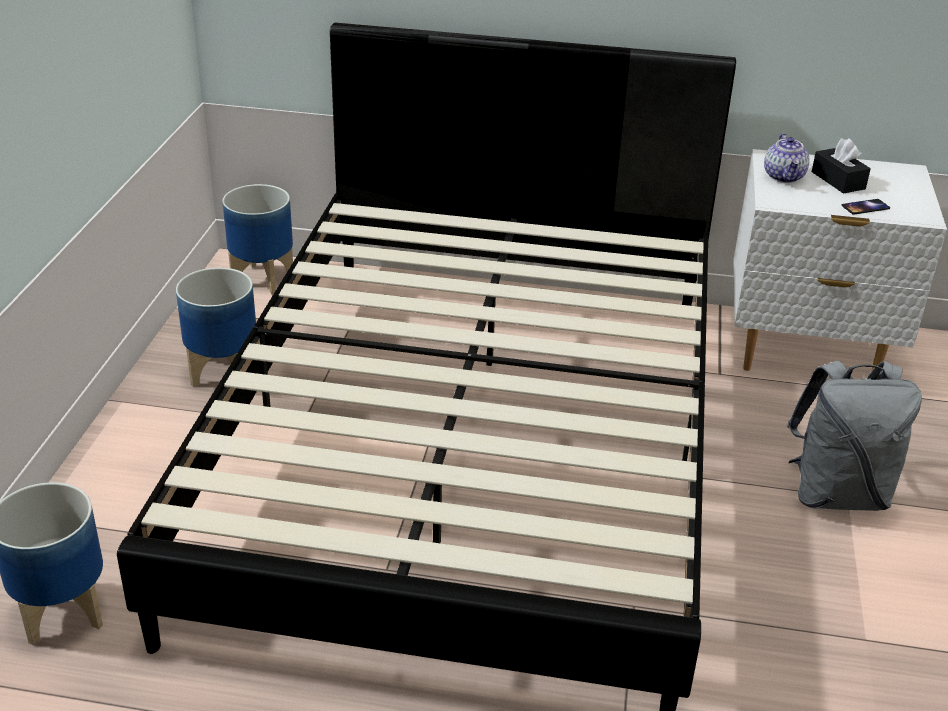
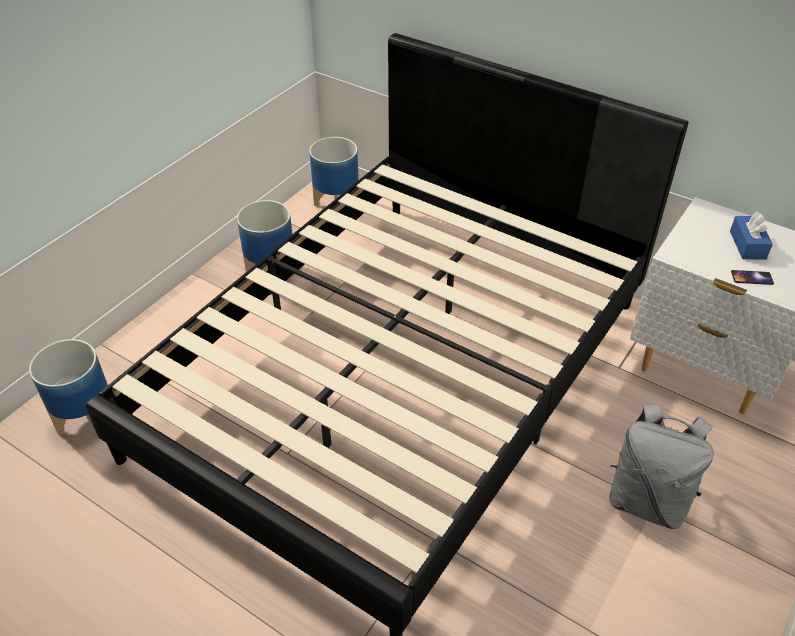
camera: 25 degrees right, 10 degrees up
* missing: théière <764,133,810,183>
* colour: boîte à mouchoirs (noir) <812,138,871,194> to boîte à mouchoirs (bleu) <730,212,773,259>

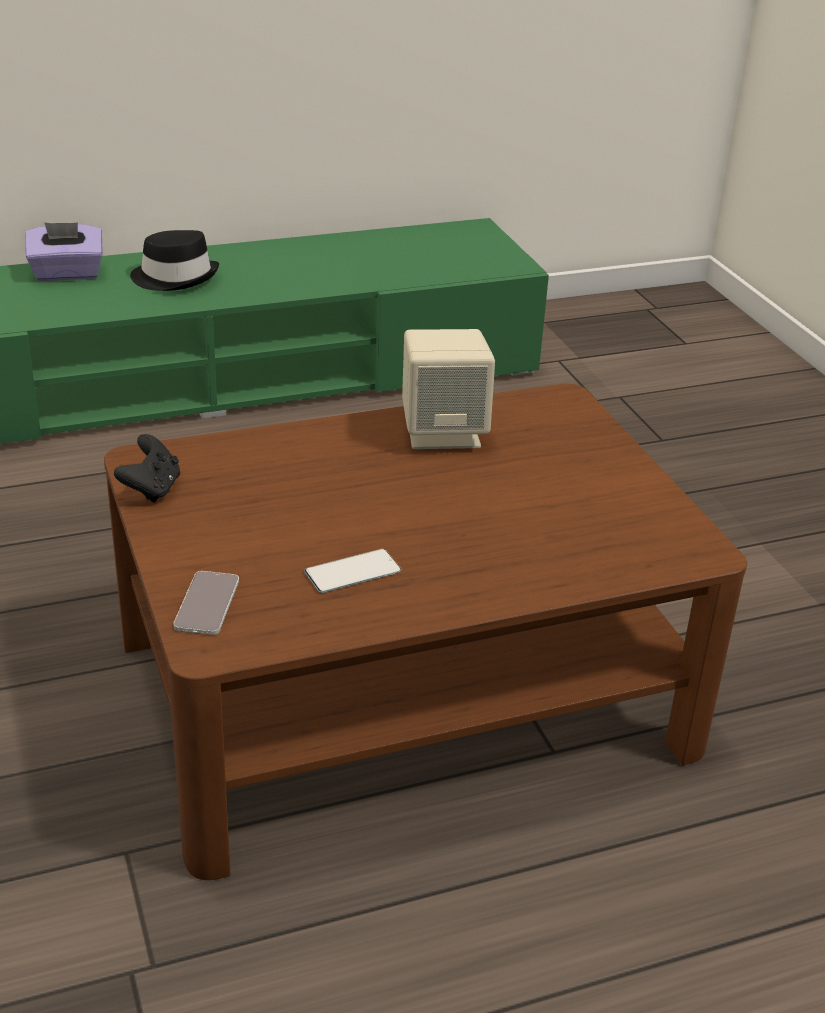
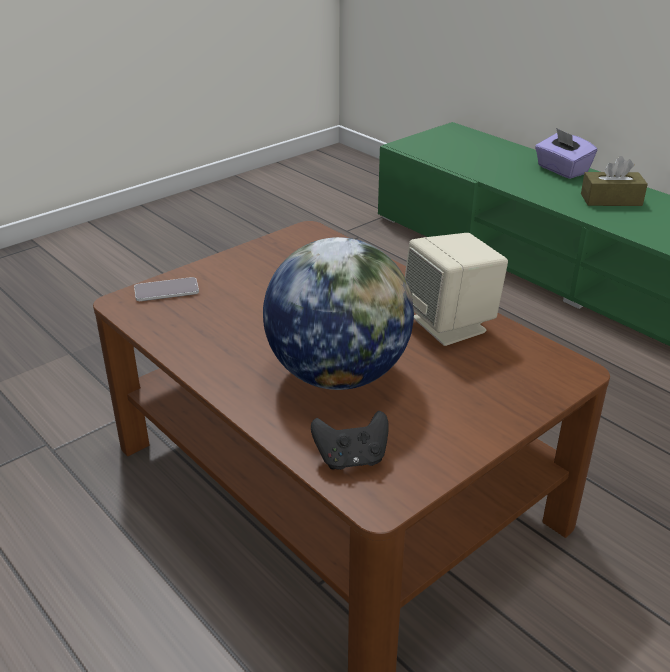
camera: 70 degrees right, 0 degrees up
* relocated: manette (noir) <114,434,180,503> to <311,411,389,470>
* exchanged: chapeau (noir) <130,230,219,291> to boîte à mouchoirs (marron) <581,156,648,206>
* missing: téléphone <304,549,401,593>
* appeared: globe <263,237,414,390>

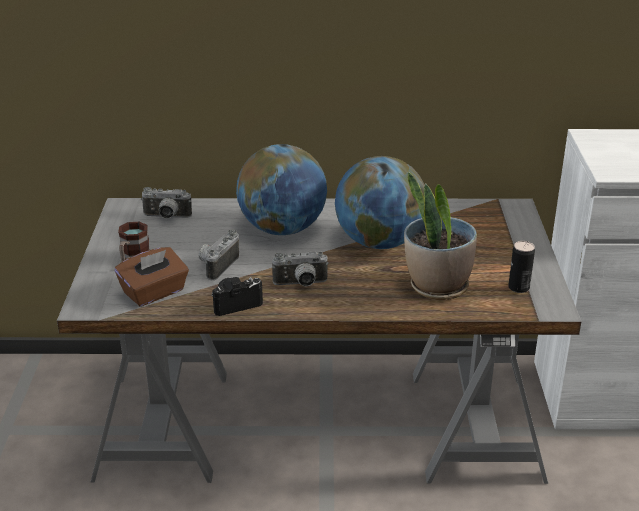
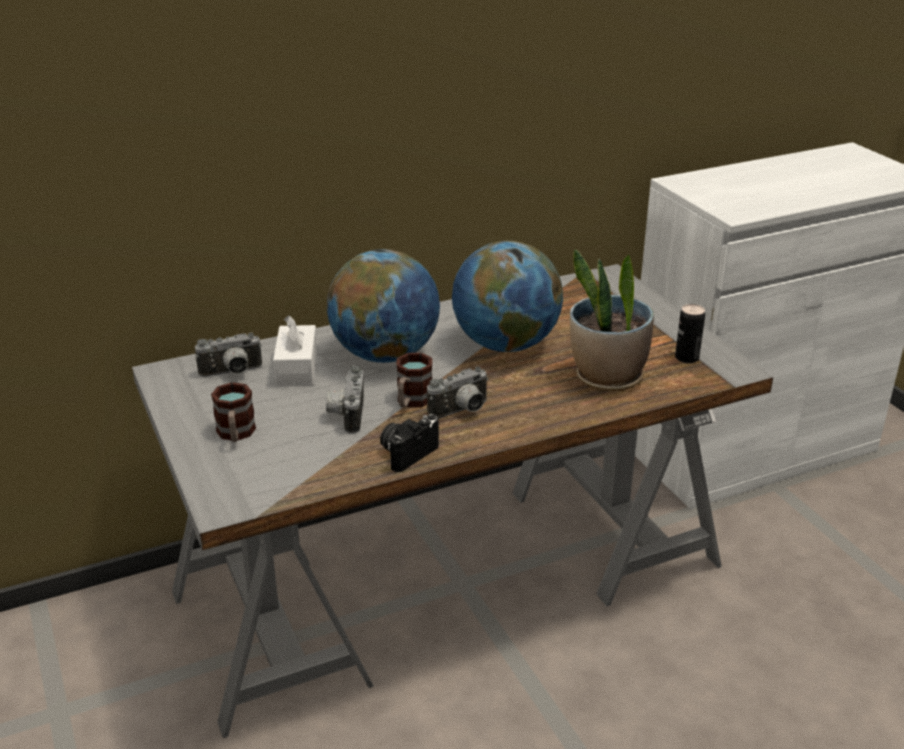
camera: 25 degrees left, 0 degrees up
* missing: boîte à mouchoirs (marron) <115,247,189,306>
* appeared: boîte à mouchoirs (blanc) <273,315,317,386>
* appeared: mug <396,353,432,407>

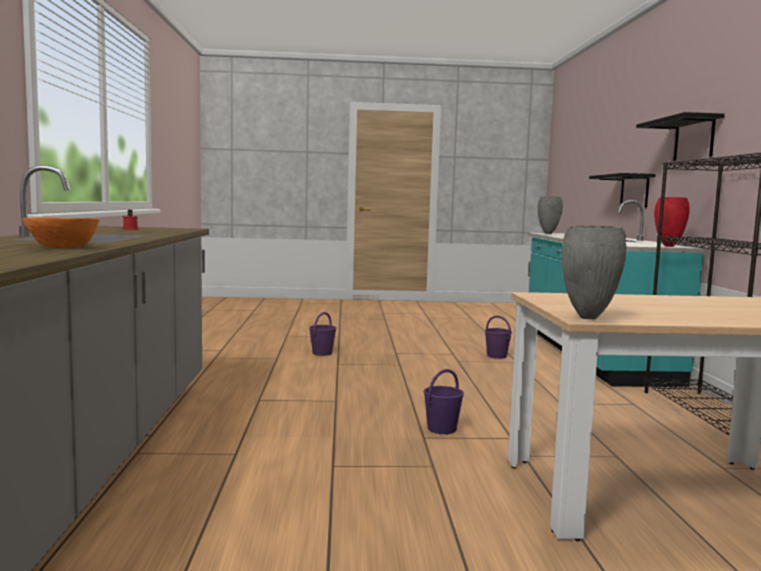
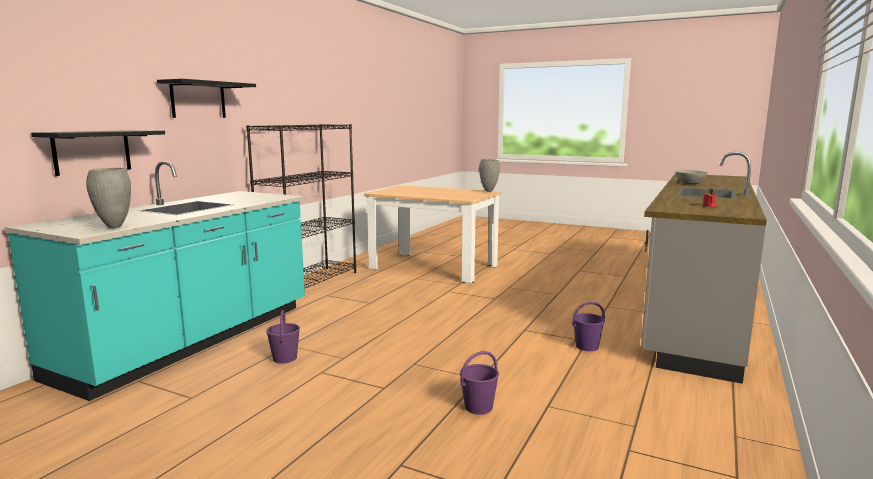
camera: 150 degrees left, 5 degrees up
* colour: bol (orange) <22,217,100,248> to bol (gris) <676,170,708,184>
* relocated: seau (violet) <424,369,464,434> to <572,302,605,351>
* missing: vase (rouge) <654,197,690,247>

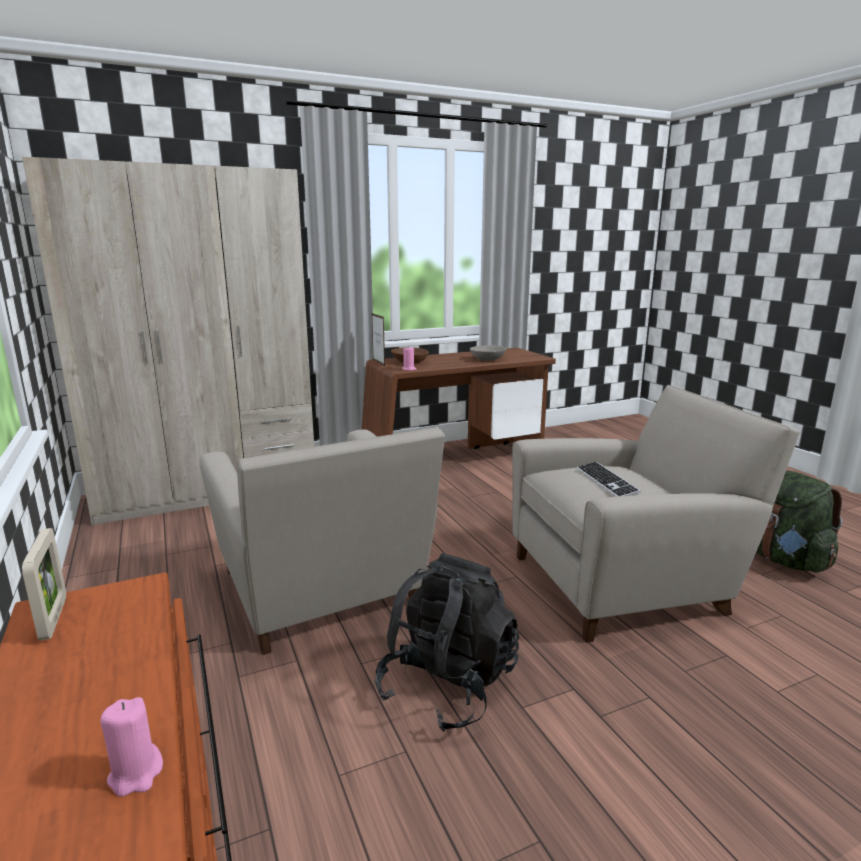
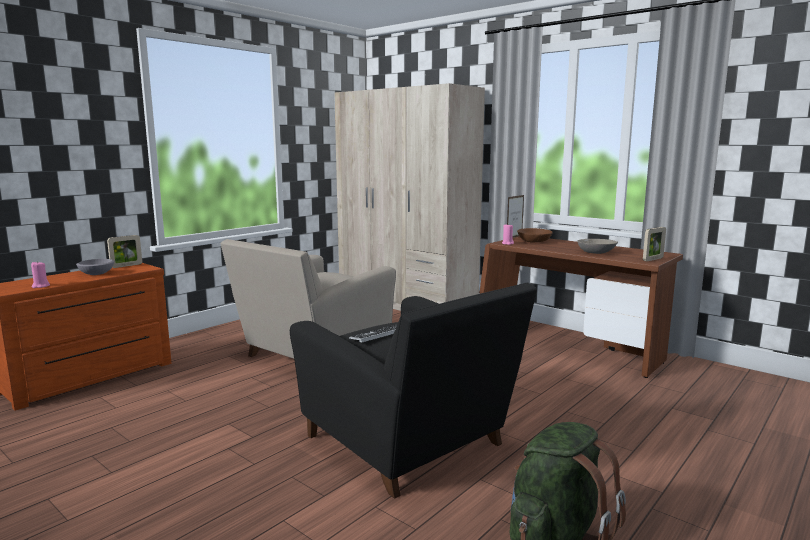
camera: 65 degrees right, 5 degrees down
* missing: sac à dos (noir) <375,553,519,732>
* colour: fauteuil (beige) <512,385,800,643> to fauteuil (noir) <290,282,537,499>
* appeared: bol (gris) <76,259,114,275>
* appeared: cadre photo <643,227,666,261>

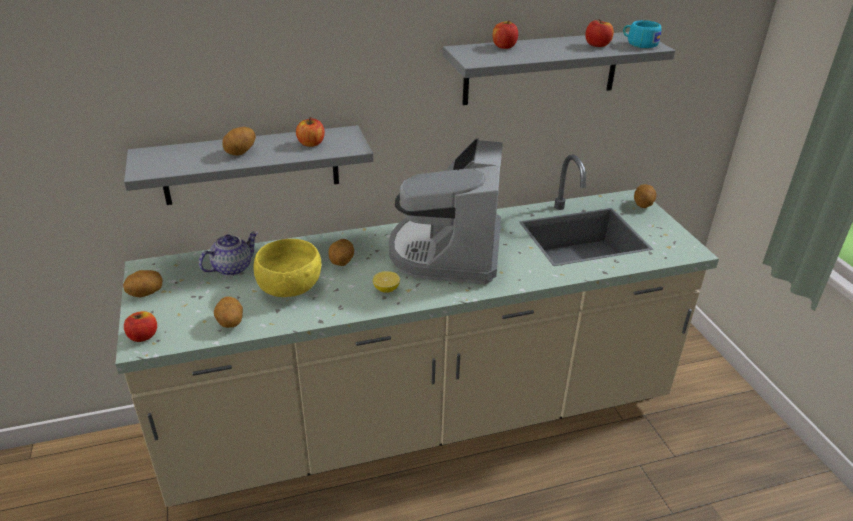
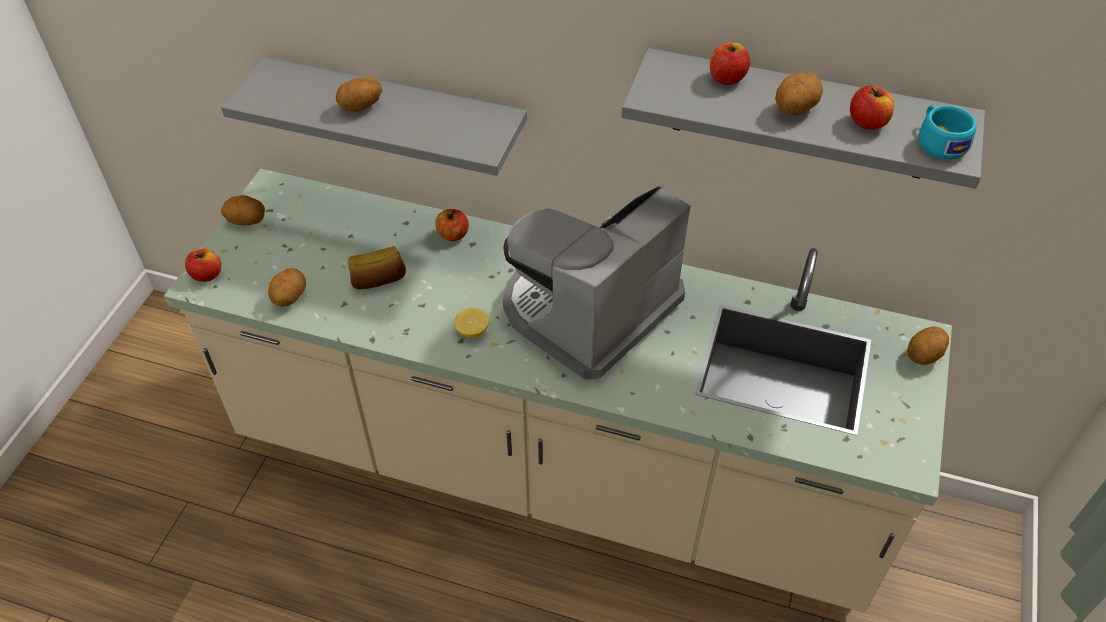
camera: 35 degrees right, 15 degrees up
* missing: théière <199,232,258,276>
* exchanged: bol (jaune) <254,239,321,297> to pain <348,246,406,289>
* relocated: pomme <296,117,325,147> to <435,209,469,241>
* relocated: pomme de terre <329,239,354,266> to <775,72,823,116>

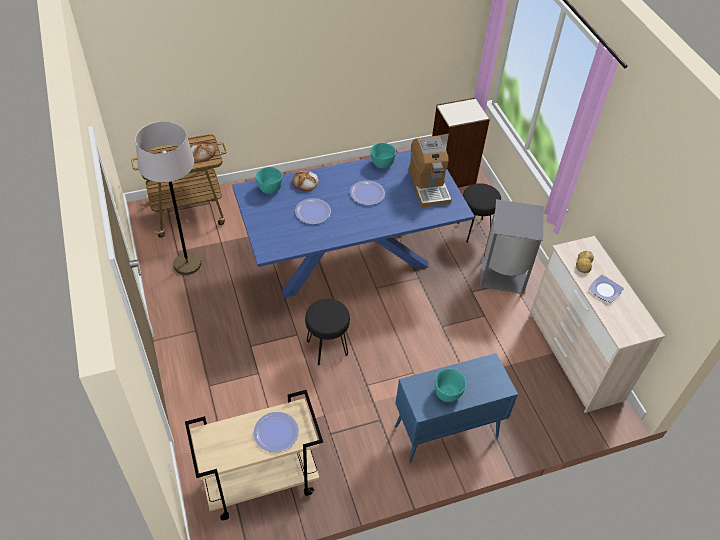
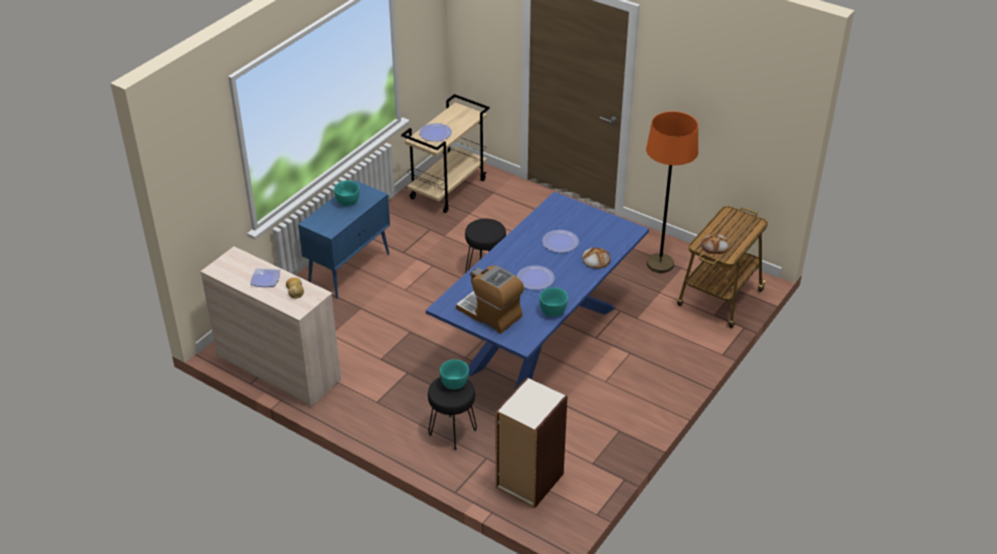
camera: 145 degrees right, 10 degrees down
* colour: lampadaire (gris) <135,121,201,275> to lampadaire (orange) <646,111,698,273>
* relocated: bol (turquoise) <256,167,282,194> to <440,359,469,390>
* missing: poubelle (gris) <480,199,544,294>

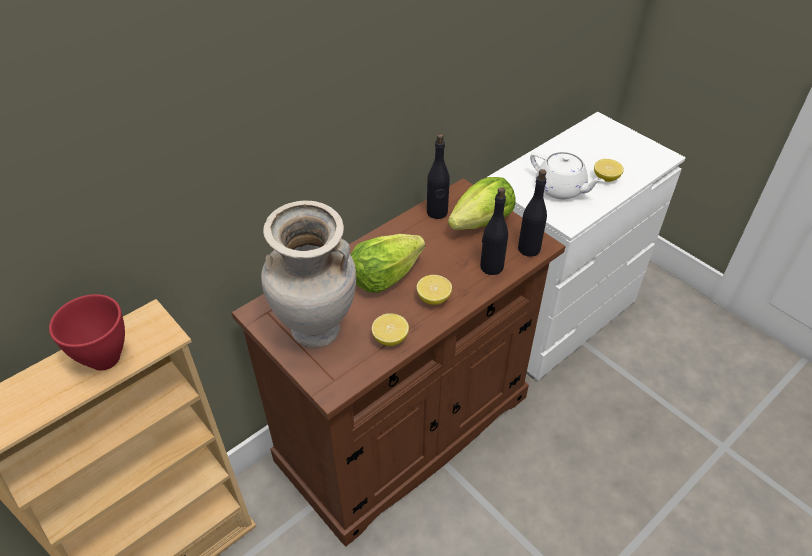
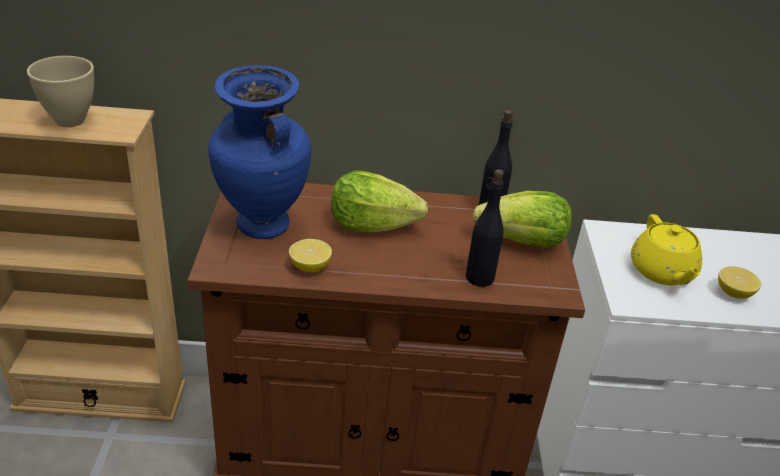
camera: 40 degrees right, 10 degrees down
* colour: bol (rouge) <49,294,125,371> to bol (beige) <27,56,94,127>
* colour: vase (beige) <261,201,356,348> to vase (bleu) <208,65,311,239>
* missing: citron <417,275,452,305>
* missing: bouteille (noir) <518,169,547,257>
* colour: théière (blanc) <530,152,605,199> to théière (jaune) <631,214,702,285>

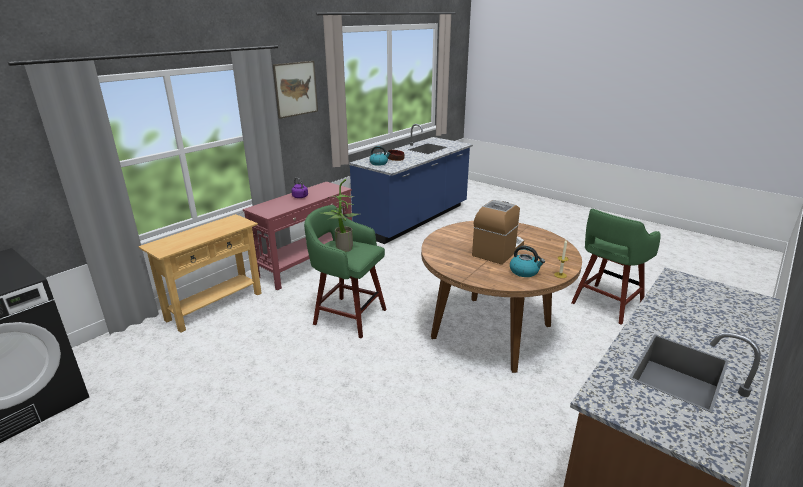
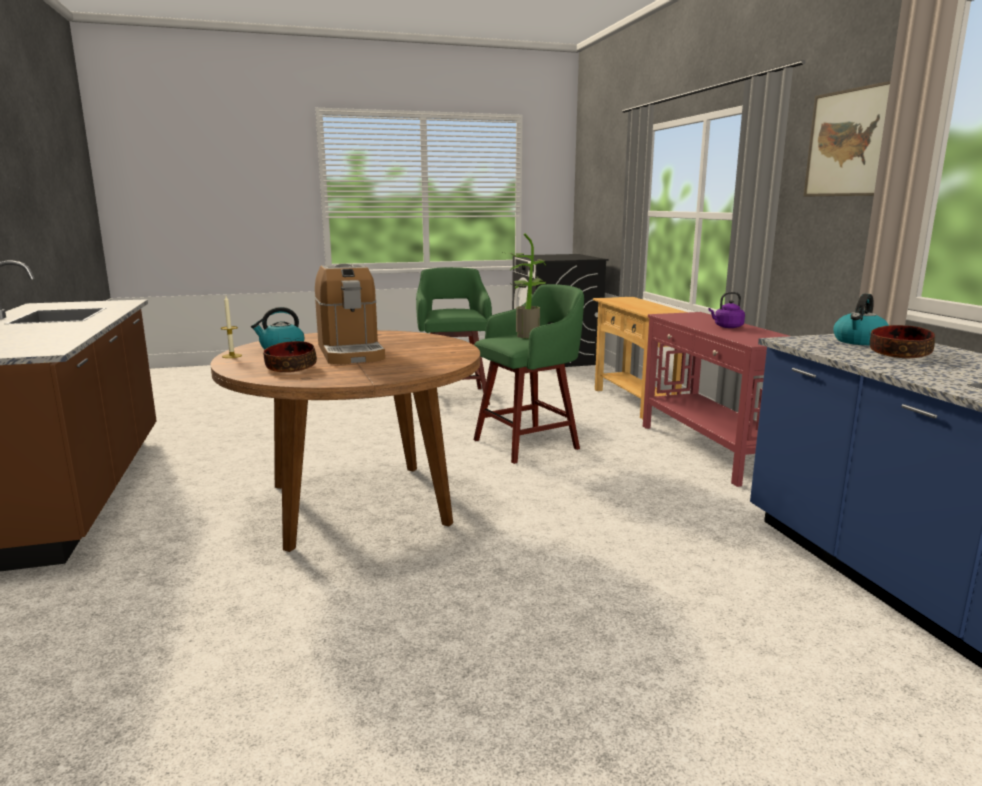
camera: 125 degrees right, 10 degrees down
* relocated: tabouret (vert) <571,209,661,325> to <416,267,492,405>
* appeared: bol <263,341,317,373>

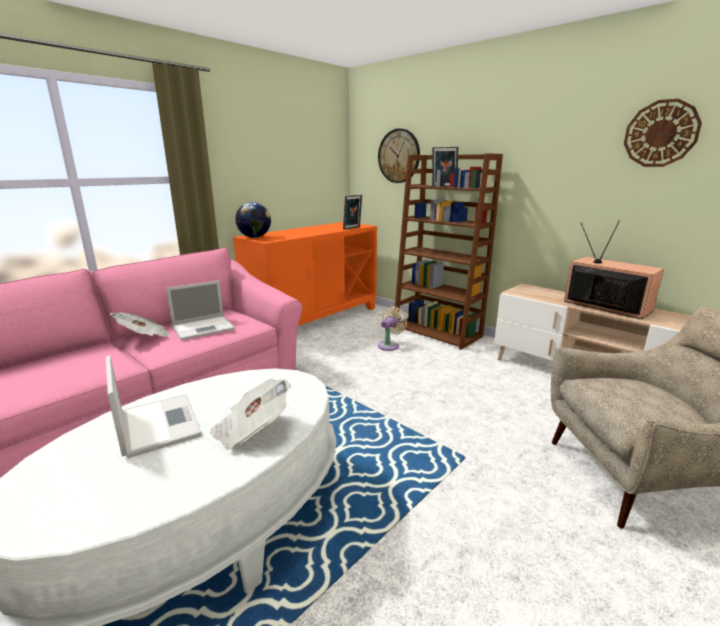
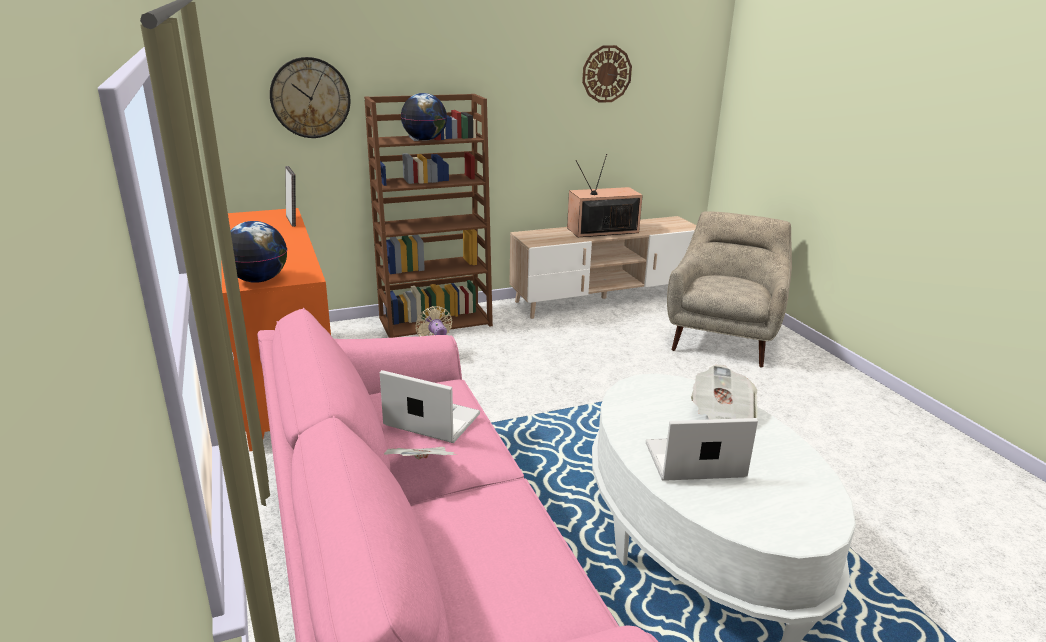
camera: 65 degrees left, 5 degrees up
* spun: ordinateur portable <166,280,235,340> = <380,370,480,443> 60 degrees counterclockwise
* exchanged: cadre photo <432,146,459,187> to globe <401,93,447,141>

